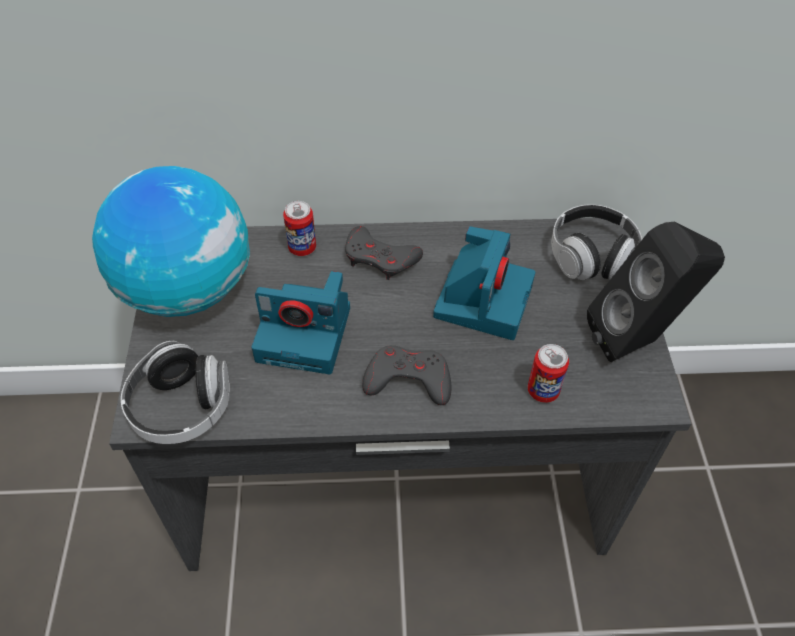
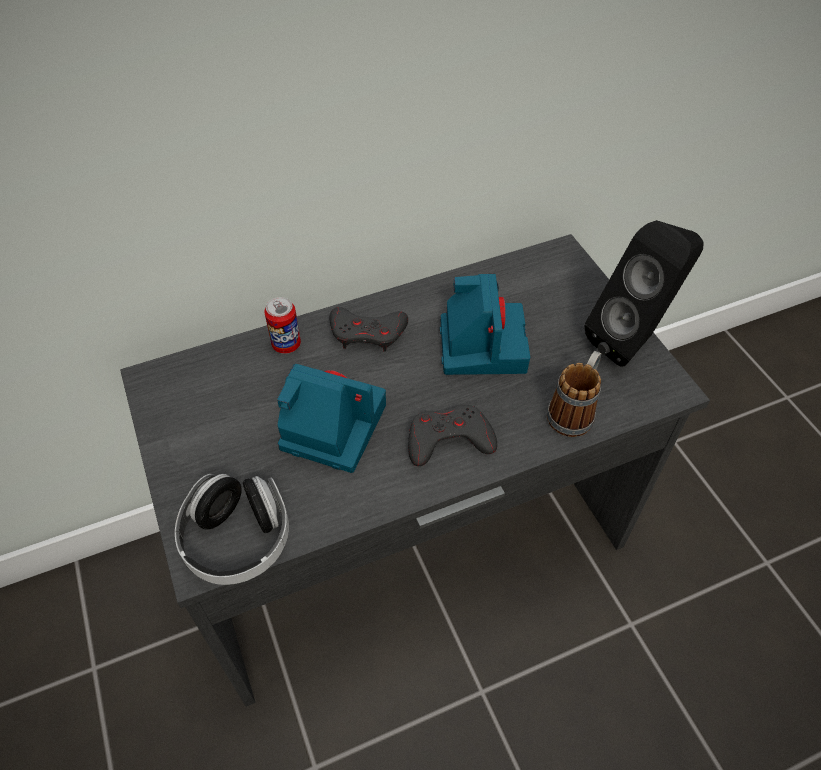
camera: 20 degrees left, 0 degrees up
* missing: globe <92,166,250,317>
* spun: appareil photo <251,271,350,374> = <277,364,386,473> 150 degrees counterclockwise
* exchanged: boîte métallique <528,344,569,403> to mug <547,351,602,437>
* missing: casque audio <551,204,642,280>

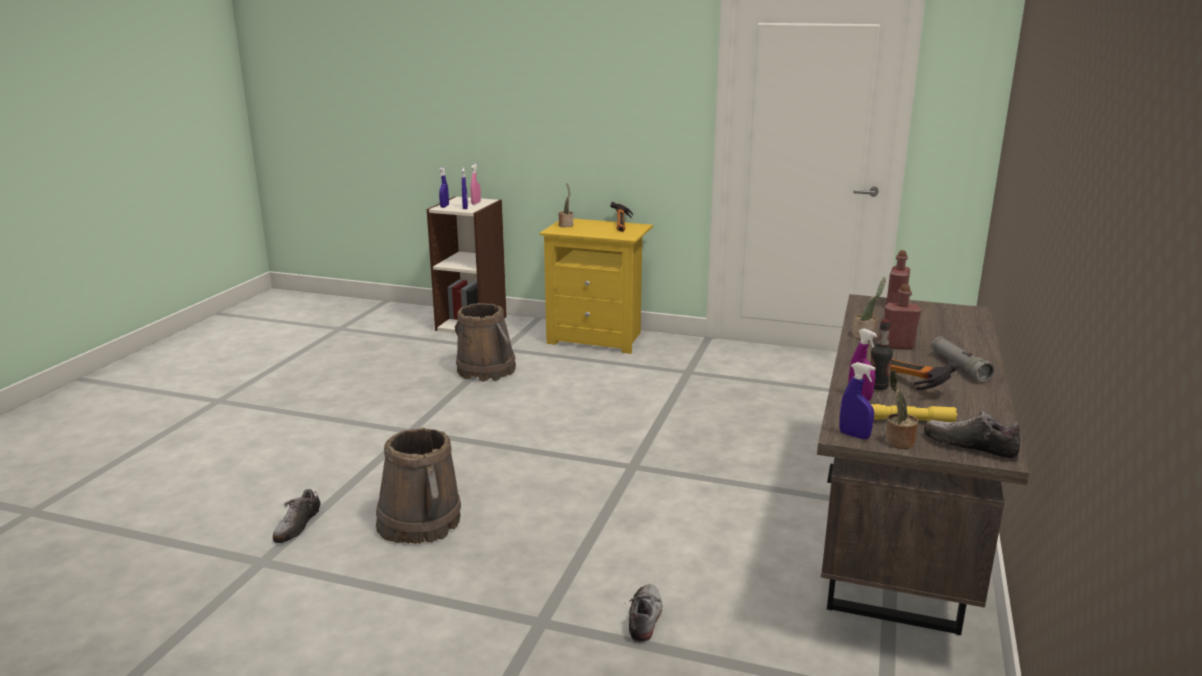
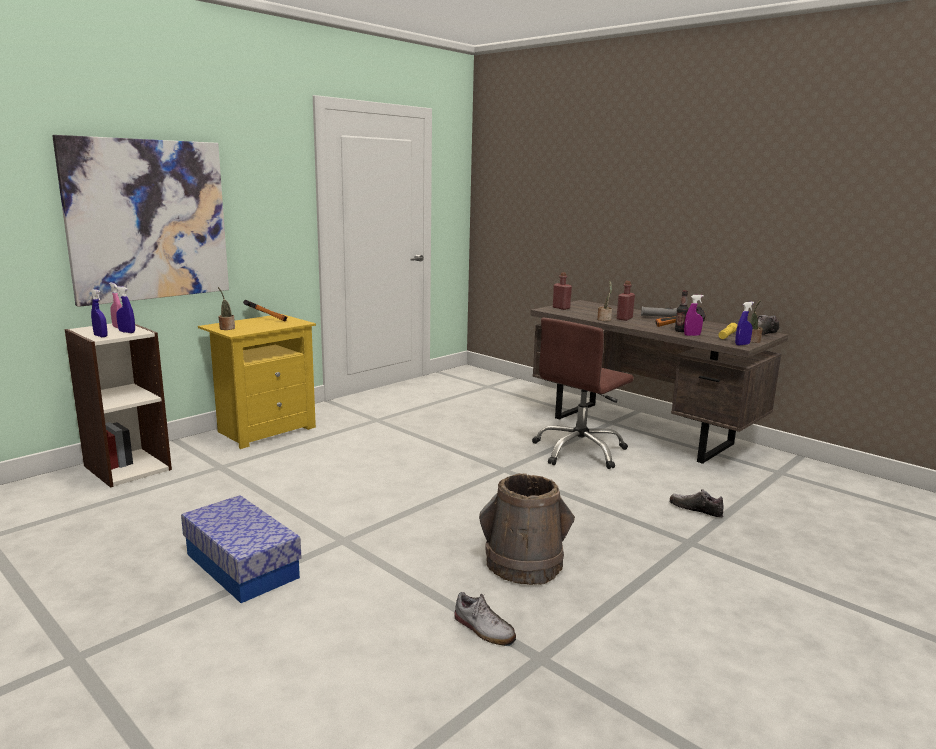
camera: 65 degrees left, 5 degrees down
* missing: seau (marron) <455,303,516,382>
* appeared: tableau <52,135,229,307>
* appeared: boîte de rangement <181,495,302,603>
* appeared: chaise de bureau (marron) <532,318,634,469>

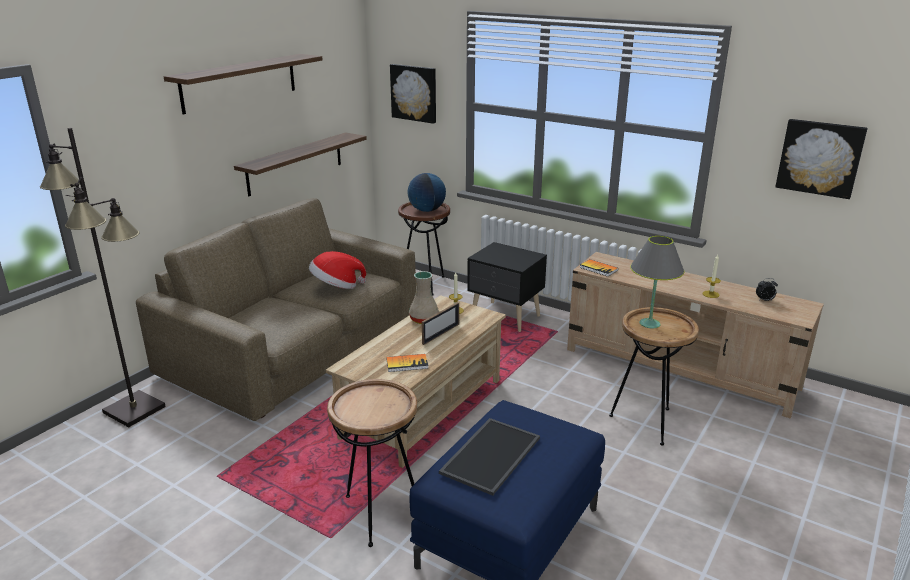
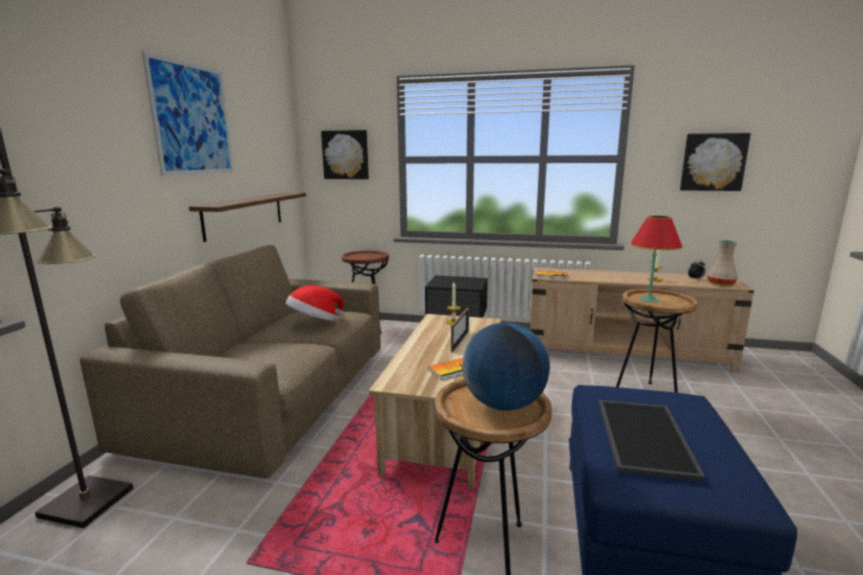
camera: 20 degrees left, 10 degrees down
* exchanged: étagère <164,54,323,114> to tableau <142,51,234,176>
* relocated: globe <408,173,446,212> to <462,322,550,411>
* relocated: vase (beige) <409,271,439,324> to <707,240,738,286>
* colour: lampe de table (gris) <630,236,684,328> to lampe de table (rouge) <630,215,683,302>

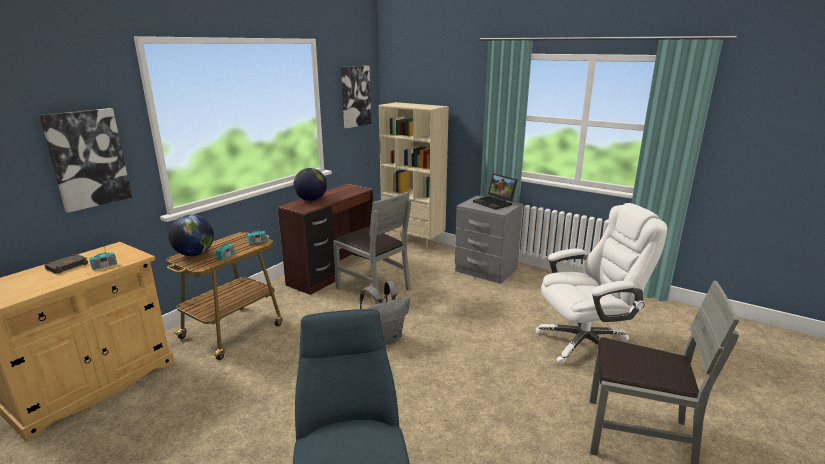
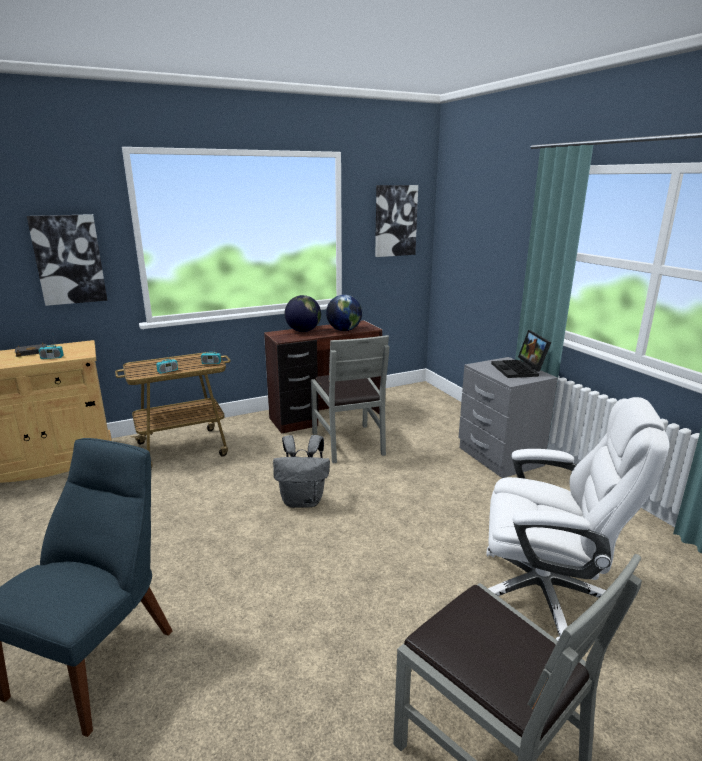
camera: 30 degrees right, 0 degrees up
* relocated: globe <168,215,214,256> to <326,295,362,331>
* missing: bibliothèque (beige) <379,102,449,252>

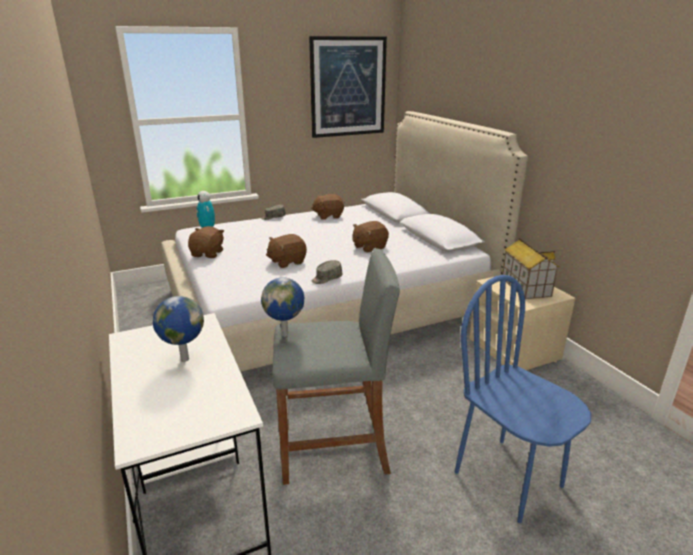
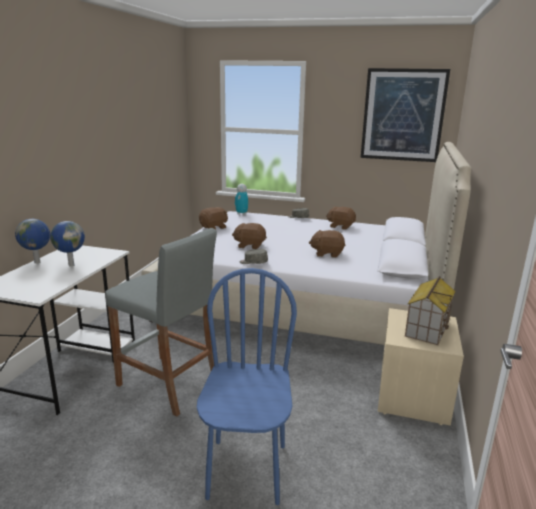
camera: 40 degrees right, 5 degrees down
* relocated: globe <261,278,304,337> to <15,219,50,264>

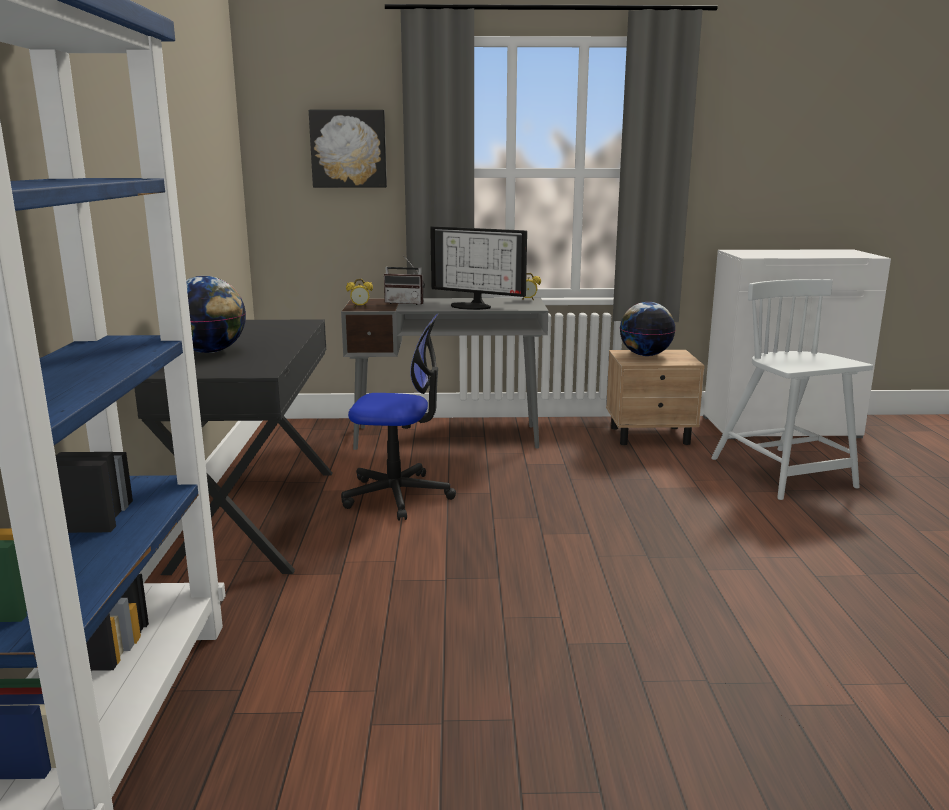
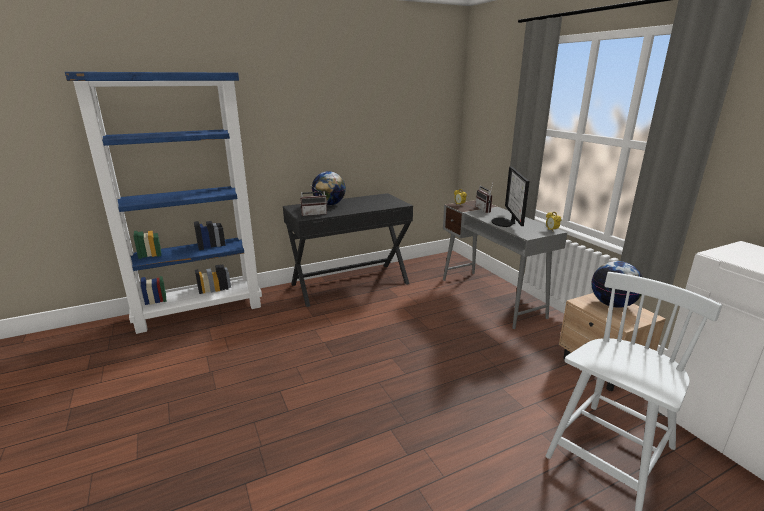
camera: 65 degrees right, 5 degrees up
* missing: tableau <309,110,387,188>
* missing: chaise de bureau <341,314,456,521>
* appeared: radio <300,184,327,216>

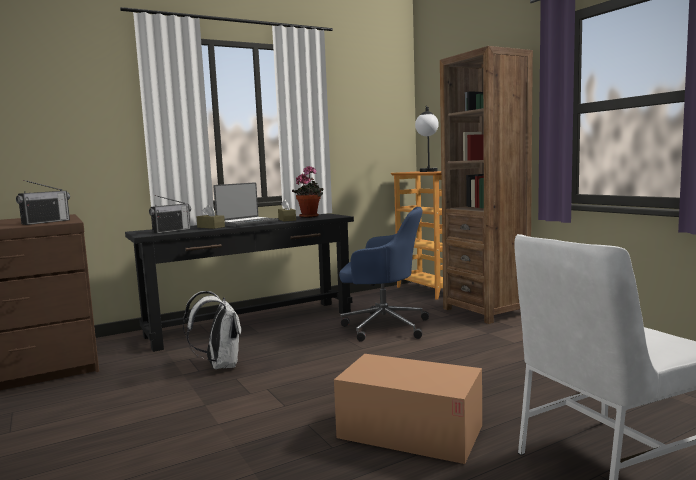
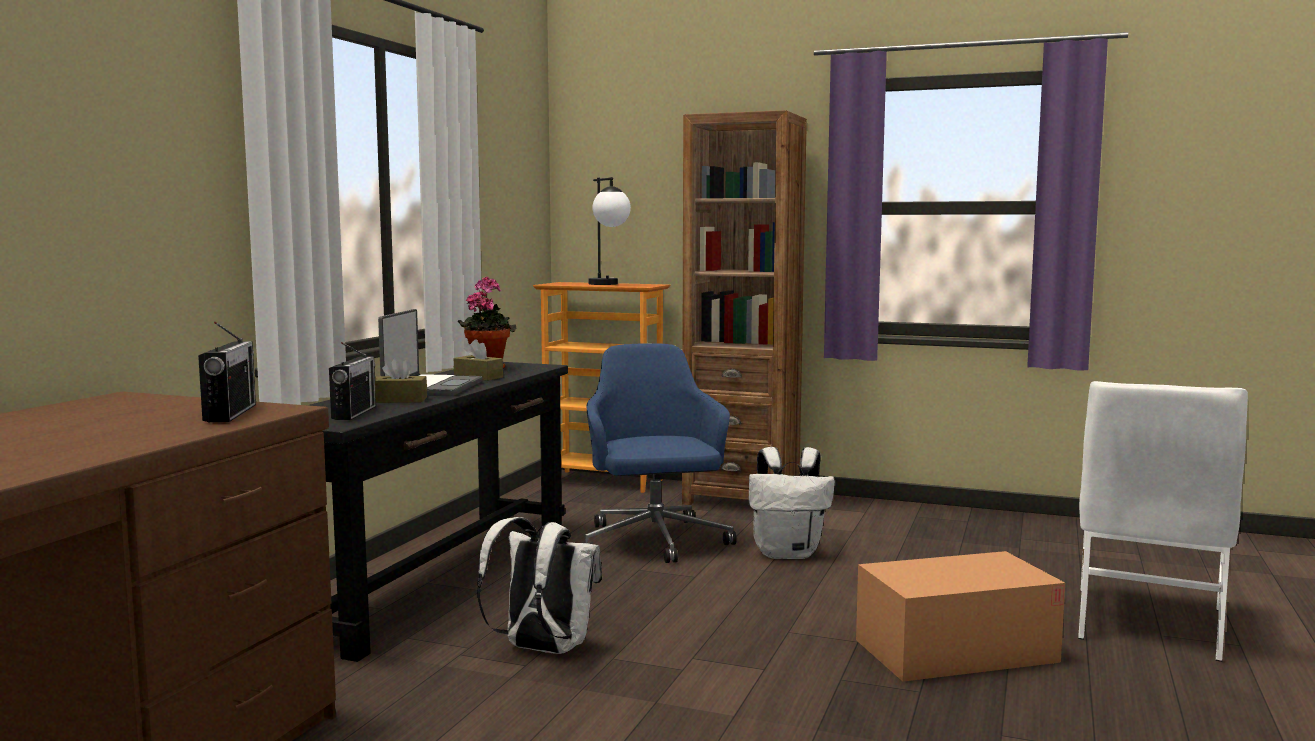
camera: 40 degrees left, 0 degrees up
* spun: chaise de bureau (bleu) <339,207,429,341> = <585,343,737,563> 75 degrees counterclockwise
* appeared: sac à dos (blanc) <749,447,835,559>

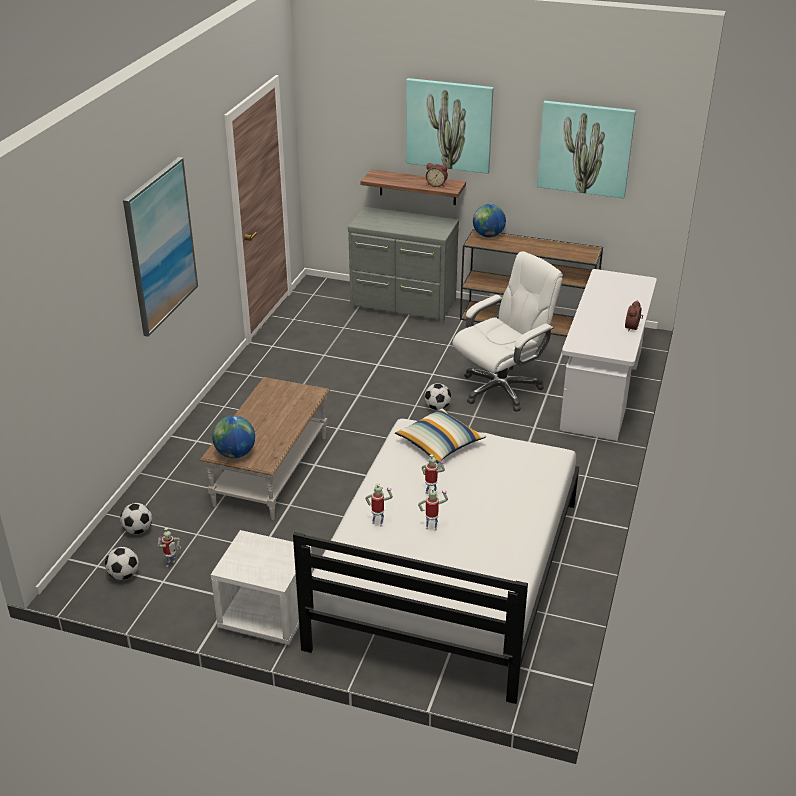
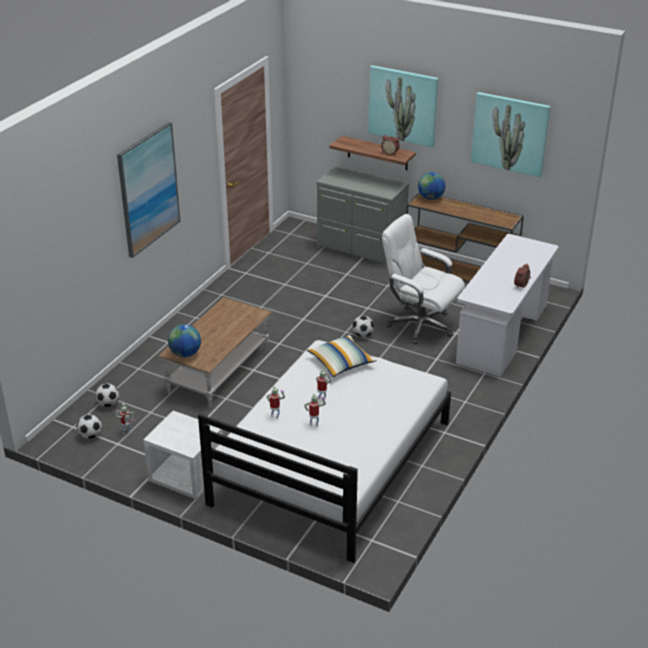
camera: 10 degrees right, 0 degrees up
* spun: chaise de bureau (blanc) <452,252,563,412> = <382,214,465,344> 120 degrees counterclockwise

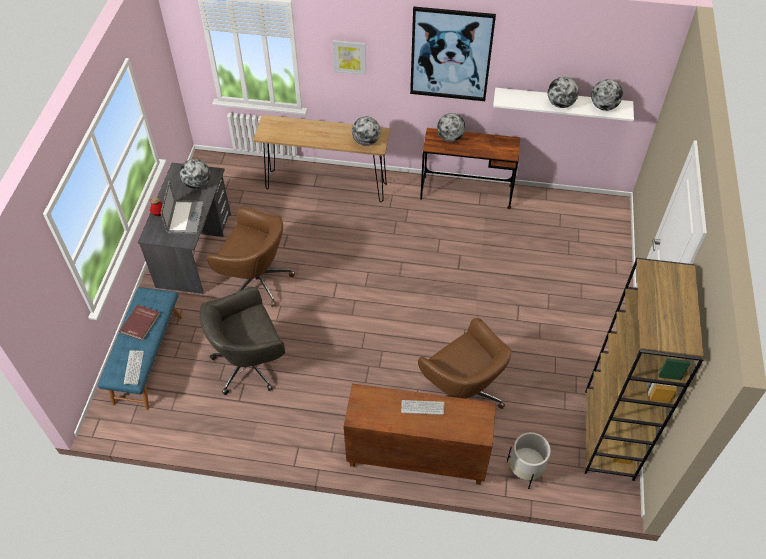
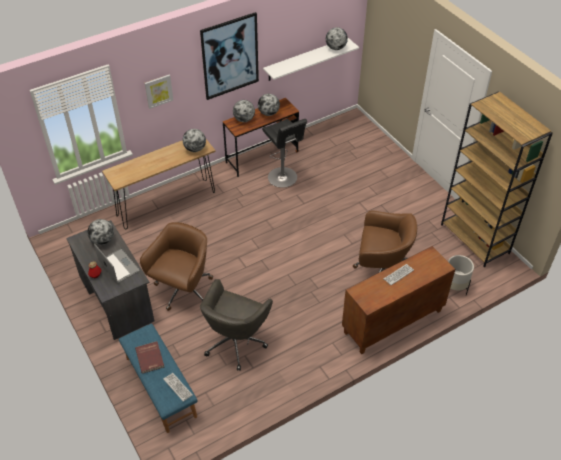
camera: 40 degrees left, 5 degrees down
* spun: chaise de bureau (marron) <207,207,295,307> = <140,222,213,311> 45 degrees counterclockwise
* relocated: globe <548,77,579,108> to <258,94,280,116>
* appeared: tabouret (noir) <262,119,307,188>

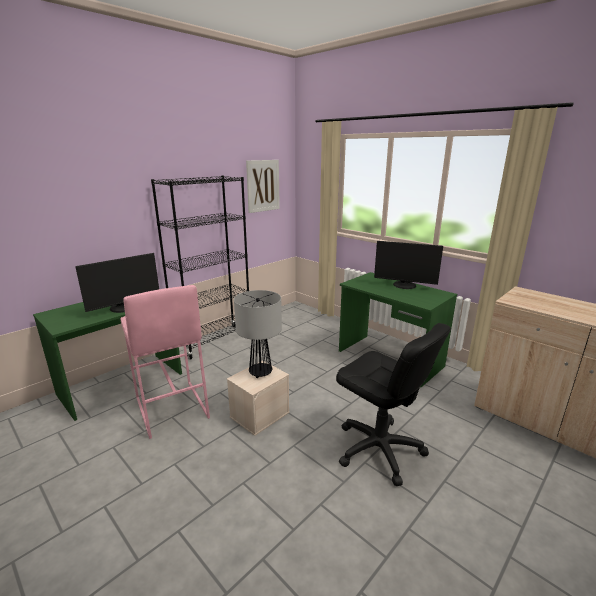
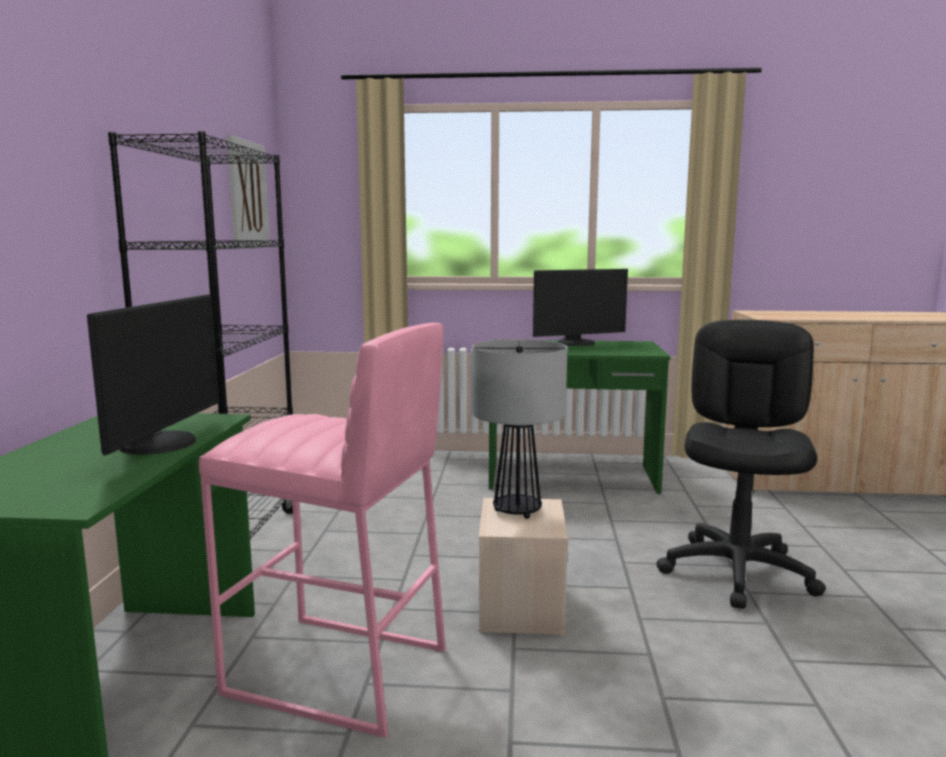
camera: 40 degrees left, 10 degrees down
* spun: chaise de bureau (noir) <336,323,451,486> = <656,320,826,609> 75 degrees counterclockwise

